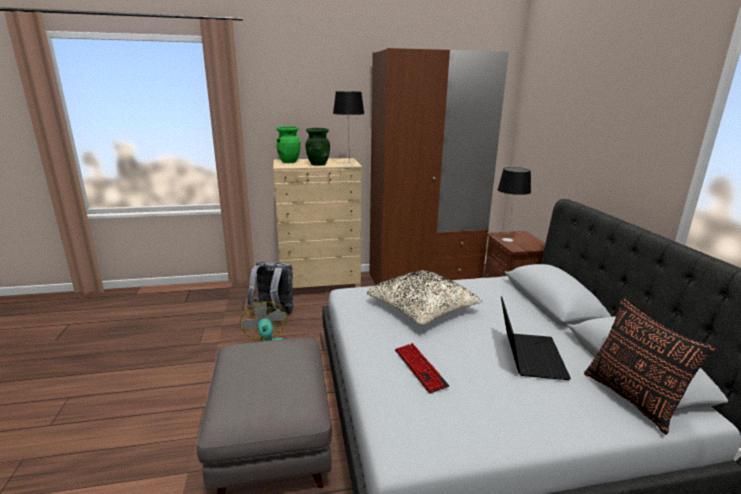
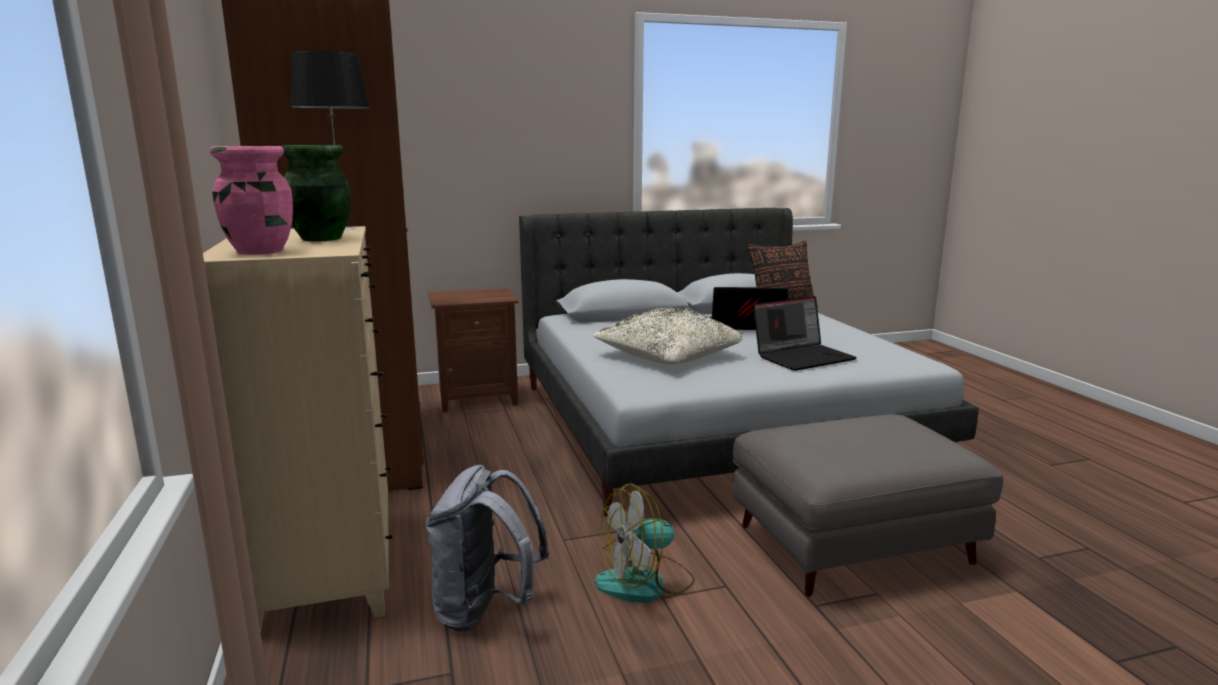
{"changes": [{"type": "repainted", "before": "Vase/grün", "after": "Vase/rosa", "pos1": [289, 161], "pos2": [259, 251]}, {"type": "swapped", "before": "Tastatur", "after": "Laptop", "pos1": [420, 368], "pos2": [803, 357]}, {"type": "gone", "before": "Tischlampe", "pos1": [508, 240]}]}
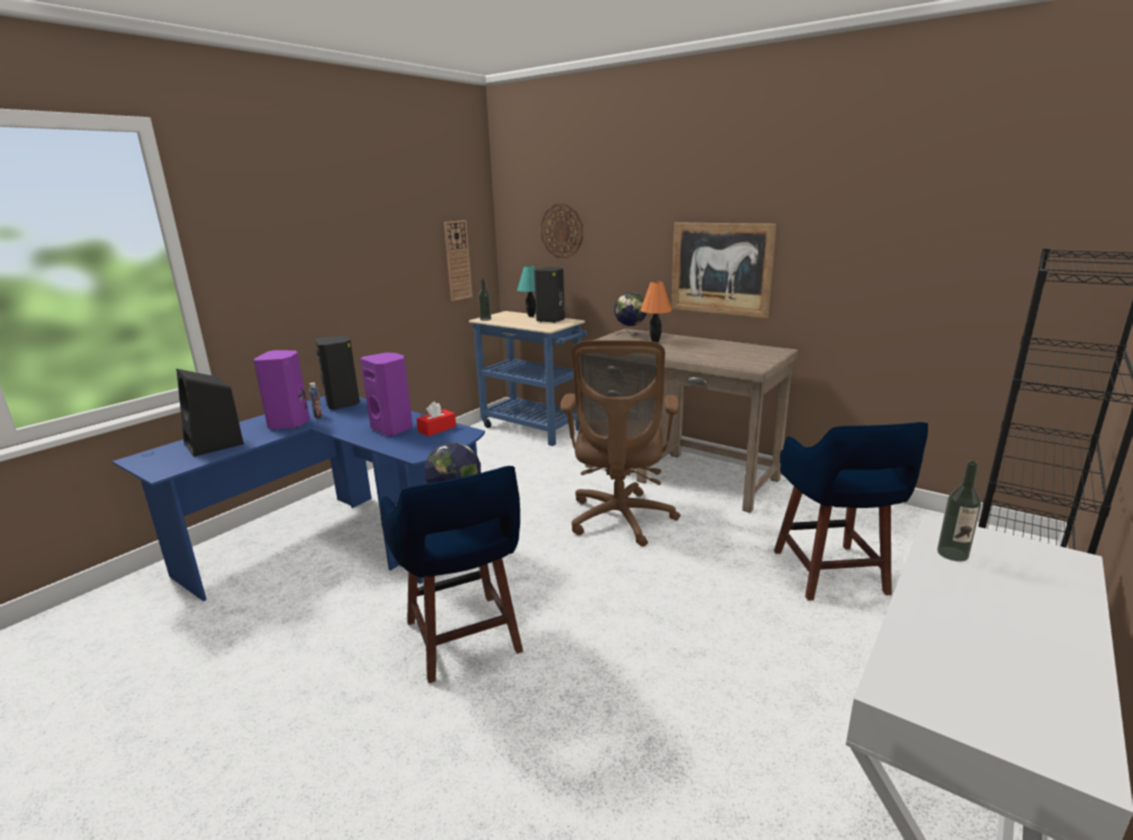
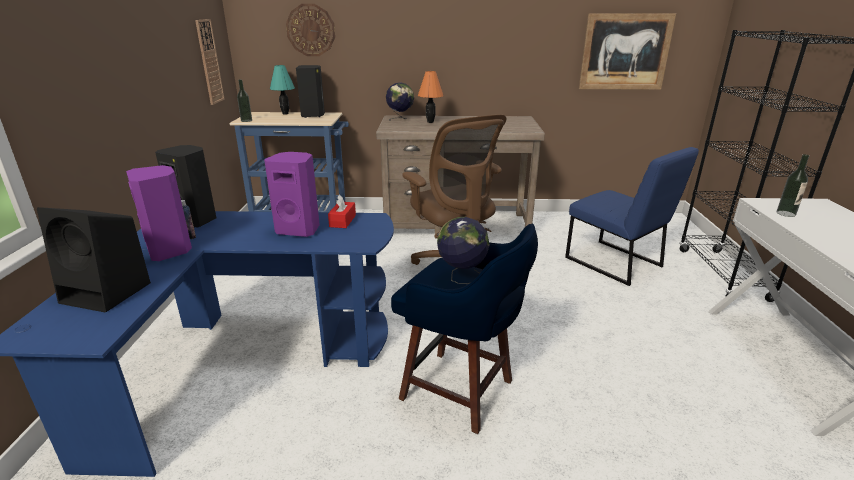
{"changes": [{"type": "shifted", "before": "Bild", "pos1": [721, 269], "pos2": [625, 52]}, {"type": "swapped", "before": "Hocker/blau", "after": "Stuhl/blau", "pos1": [831, 575], "pos2": [615, 263]}]}
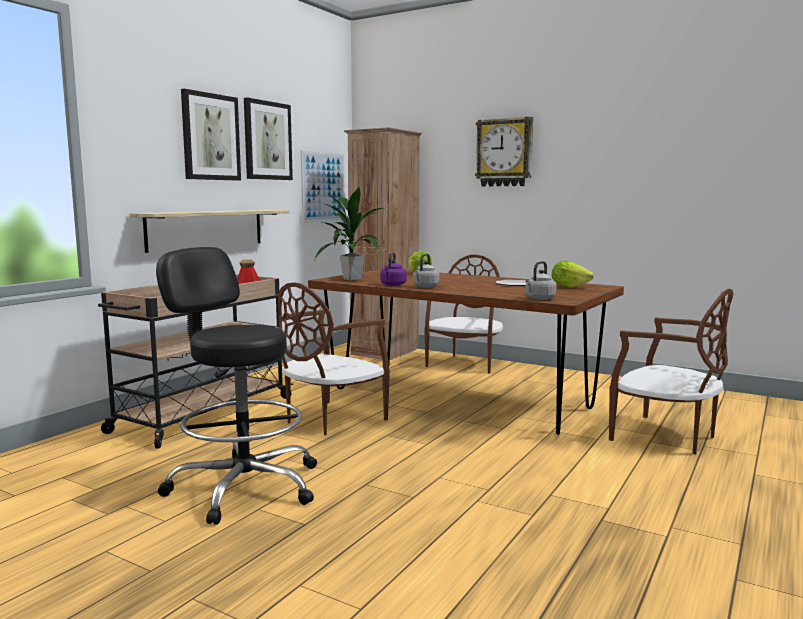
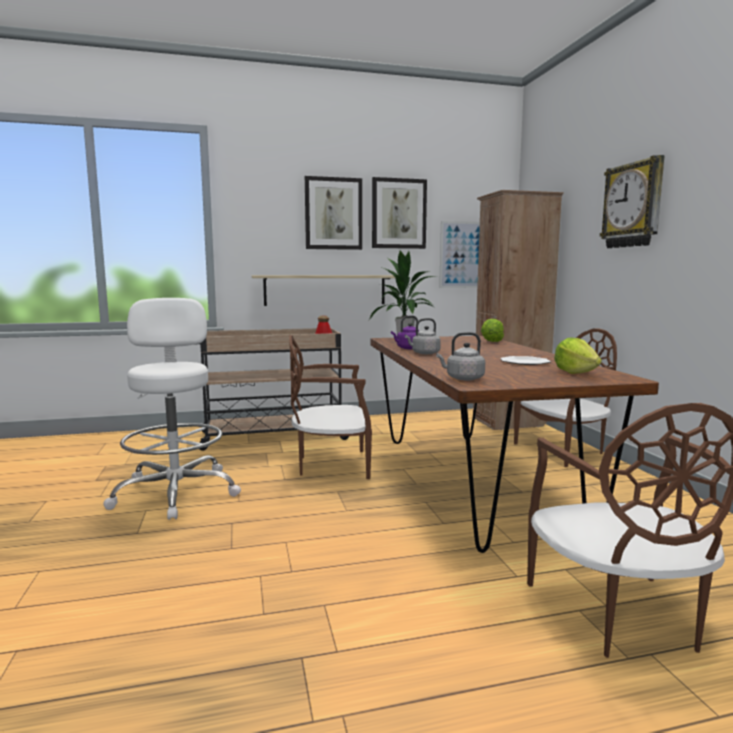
{"changes": [{"type": "repainted", "before": "Hocker/schwarz", "after": "Hocker/weiß", "pos1": [243, 486], "pos2": [176, 491]}]}
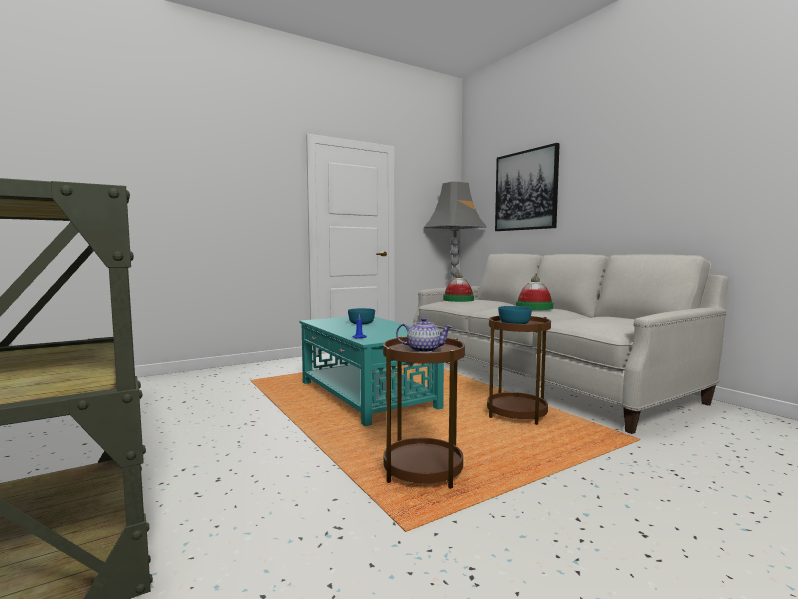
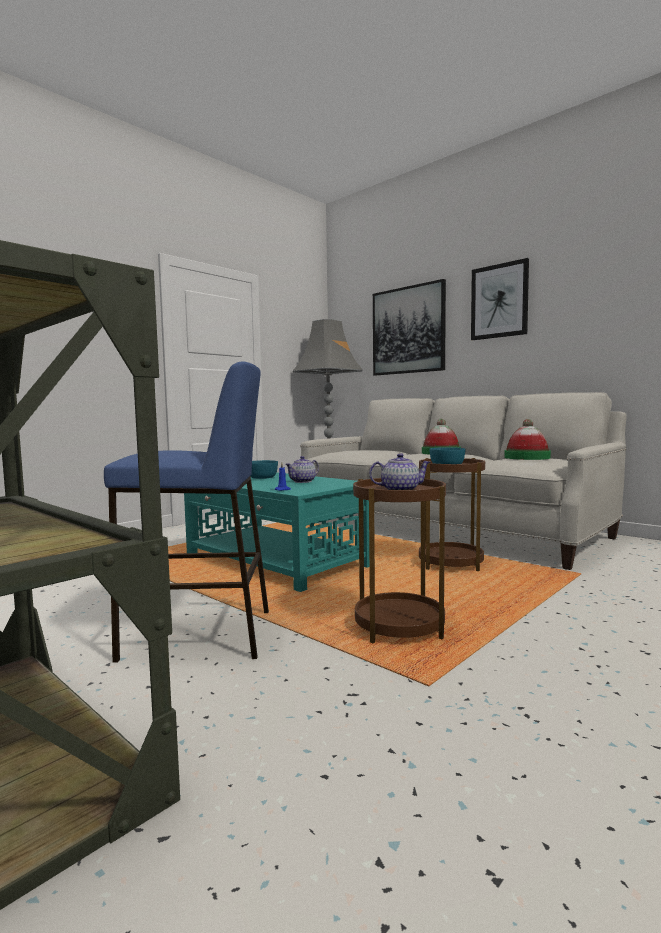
{"changes": [{"type": "shifted", "before": "Hut", "pos1": [458, 300], "pos2": [527, 457]}, {"type": "new", "after": "Hocker/blau", "pos2": [200, 635]}, {"type": "new", "after": "Teekanne", "pos2": [303, 481]}, {"type": "new", "after": "Bild", "pos2": [499, 301]}]}
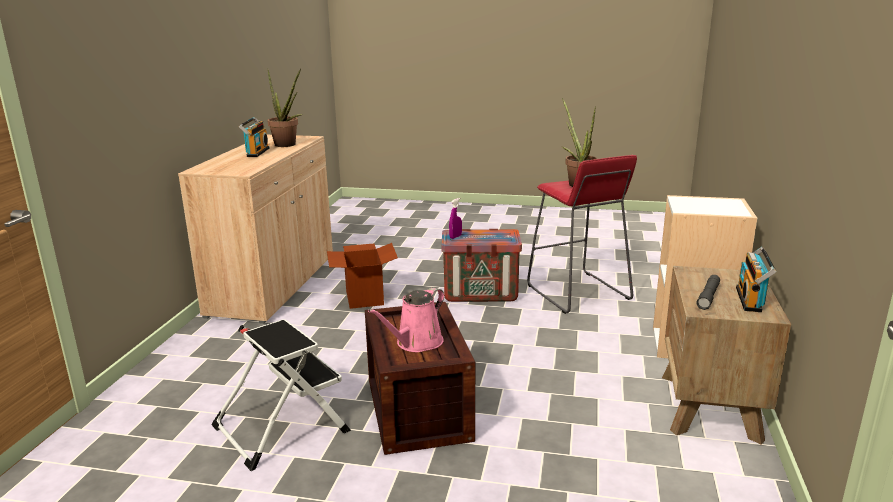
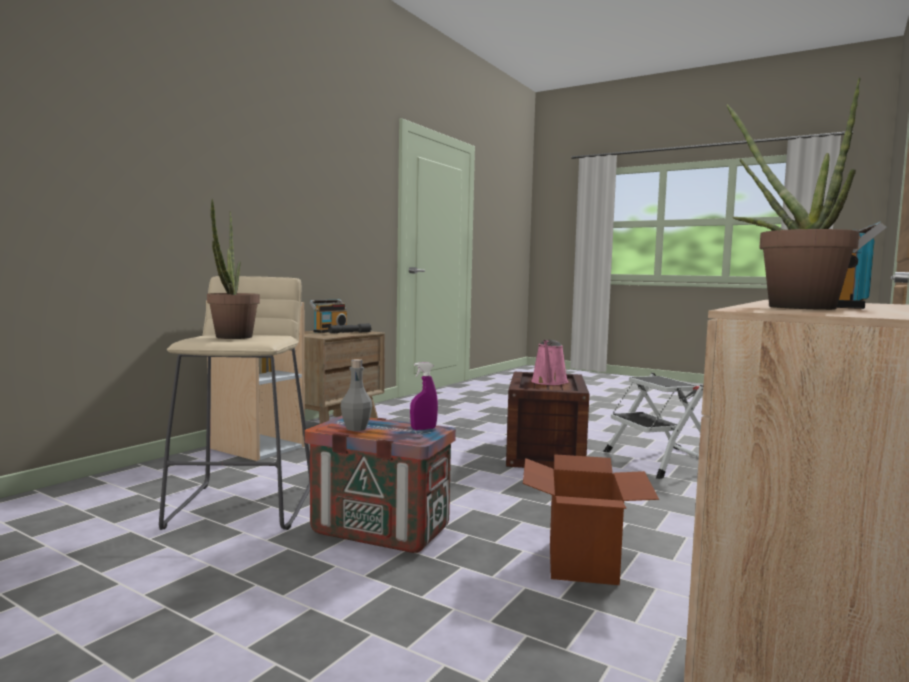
{"changes": [{"type": "rotated", "before": "Gießkanne/rosa", "pos1": [416, 343], "pos2": [549, 382], "turn": 135}, {"type": "repainted", "before": "Hocker/rot", "after": "Hocker/beige", "pos1": [577, 293], "pos2": [244, 505]}, {"type": "new", "after": "Flasche/grau", "pos2": [356, 428]}]}
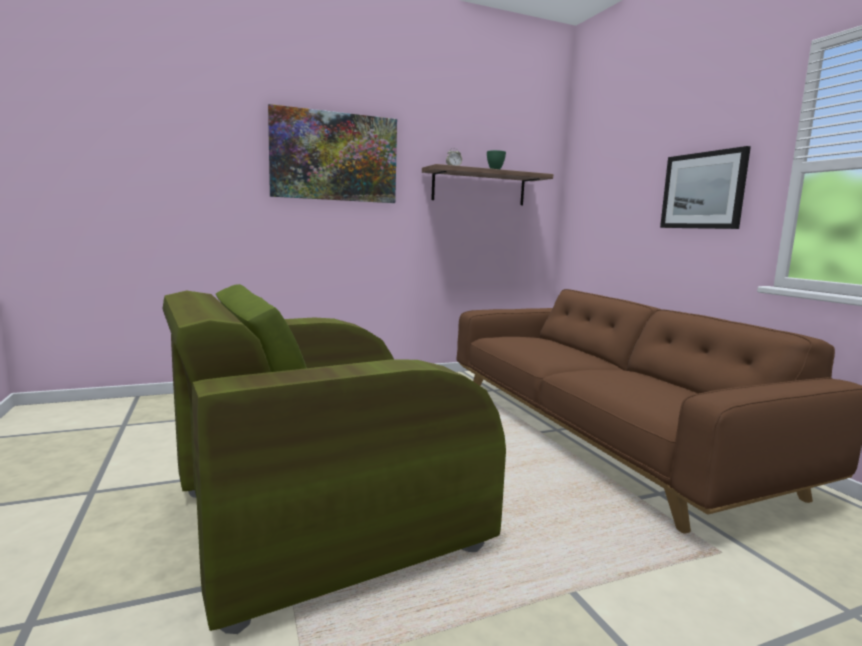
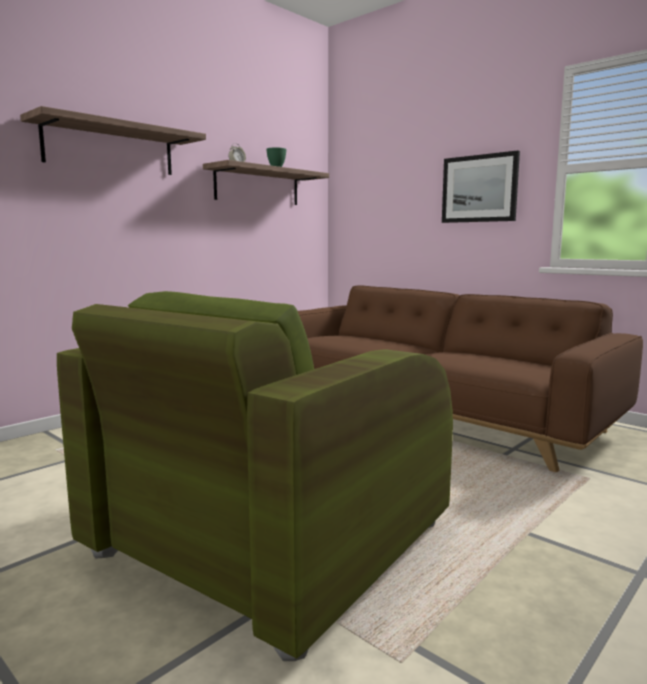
{"changes": [{"type": "swapped", "before": "Bild", "after": "Wandregal", "pos1": [334, 157], "pos2": [110, 148]}]}
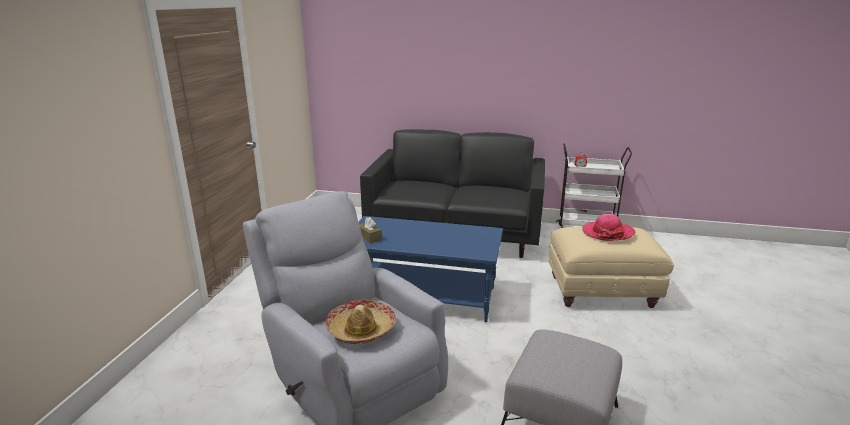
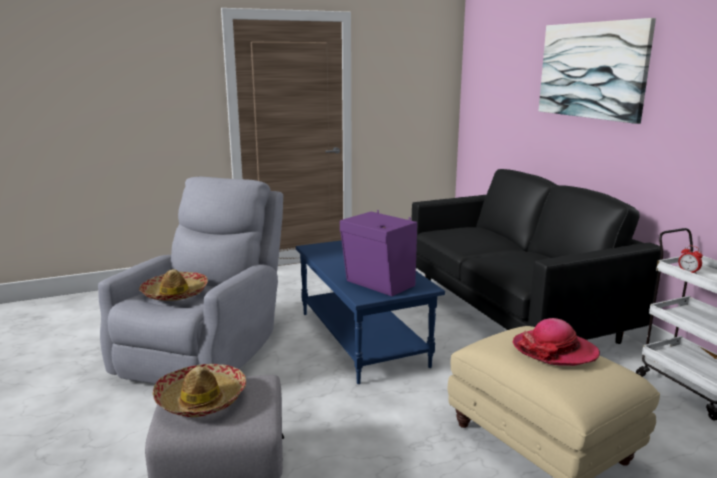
{"changes": [{"type": "gone", "before": "Taschentuchbox/braun", "pos1": [369, 237]}, {"type": "new", "after": "Hut", "pos2": [201, 399]}, {"type": "new", "after": "Lautsprecher/lila", "pos2": [379, 284]}, {"type": "new", "after": "Bild", "pos2": [592, 70]}]}
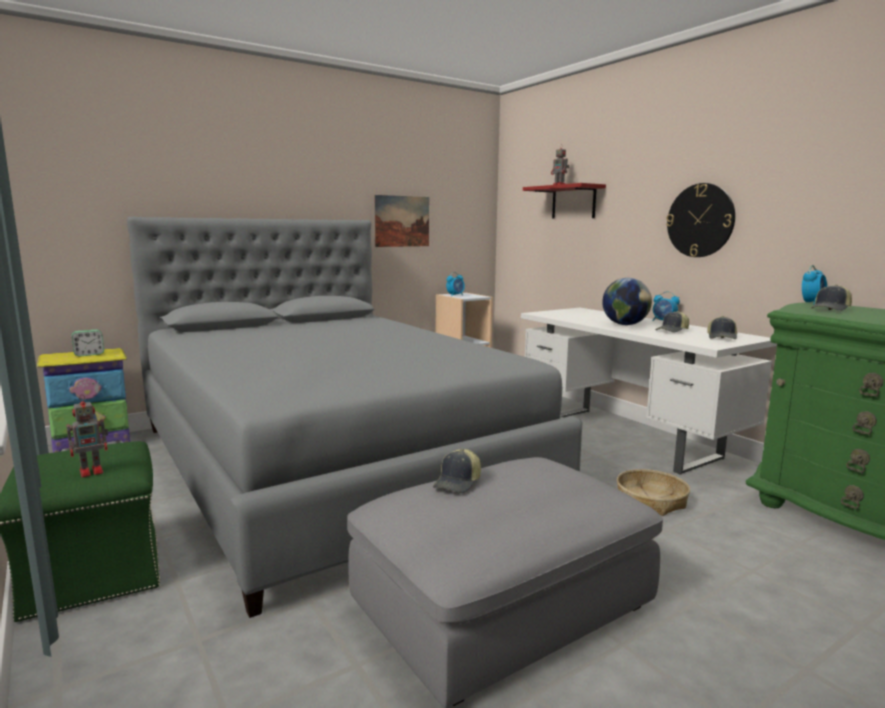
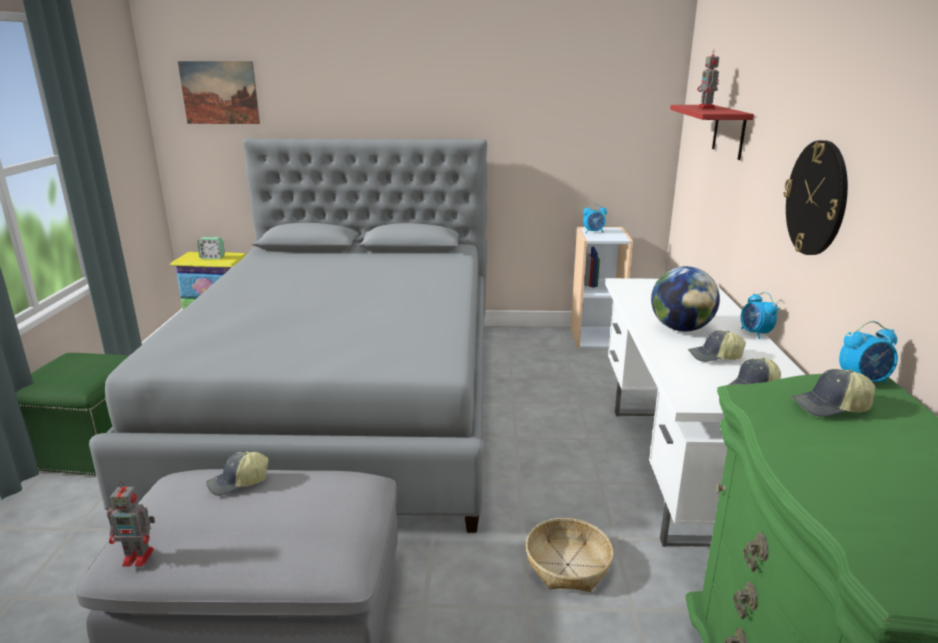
{"changes": [{"type": "shifted", "before": "Spielzeugroboter", "pos1": [93, 471], "pos2": [140, 557]}, {"type": "shifted", "before": "Bild", "pos1": [402, 221], "pos2": [219, 93]}]}
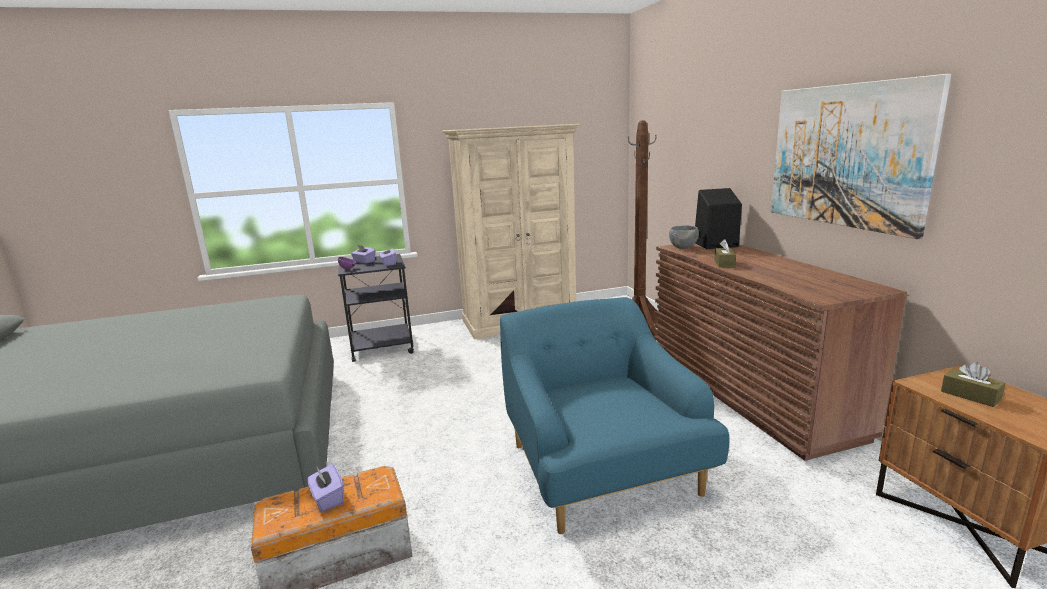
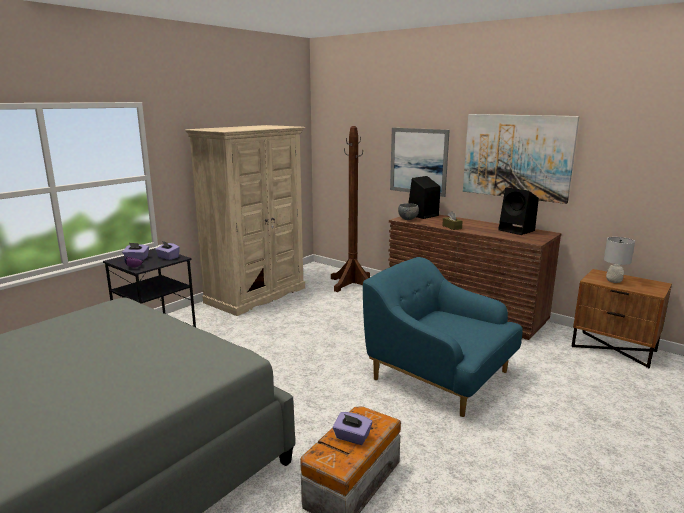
{"changes": [{"type": "swapped", "before": "Taschentuchbox/braun", "after": "Tischlampe/grau", "pos1": [970, 395], "pos2": [614, 281]}, {"type": "new", "after": "Bild", "pos2": [418, 161]}, {"type": "new", "after": "Lautsprecher/schwarz", "pos2": [517, 230]}]}
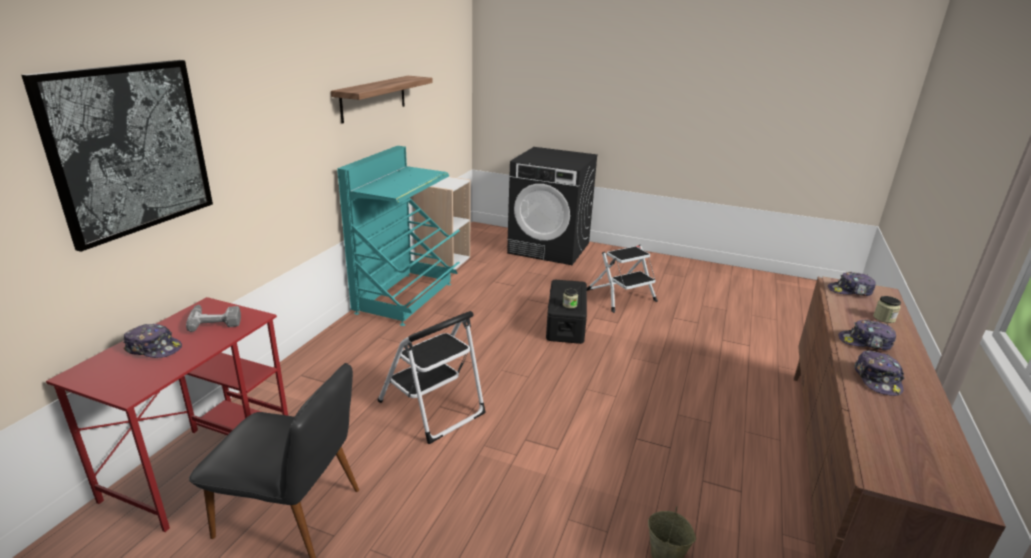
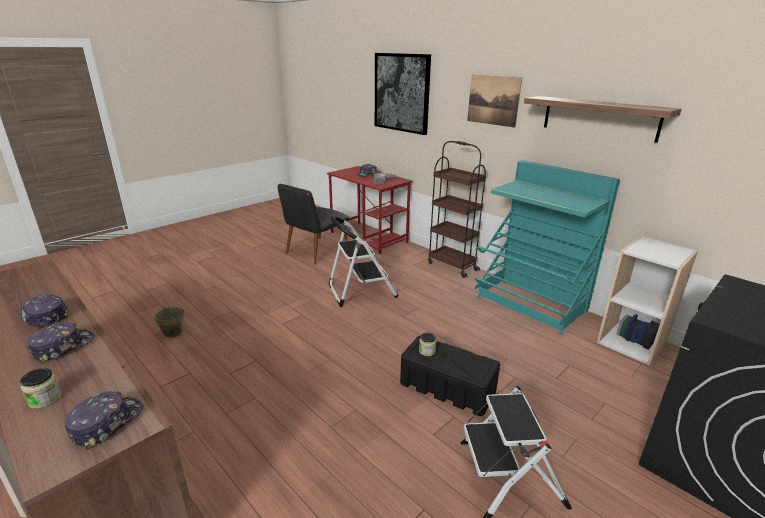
{"changes": [{"type": "new", "after": "Rollwagen/braun", "pos2": [452, 266]}, {"type": "new", "after": "Bild", "pos2": [493, 100]}]}
